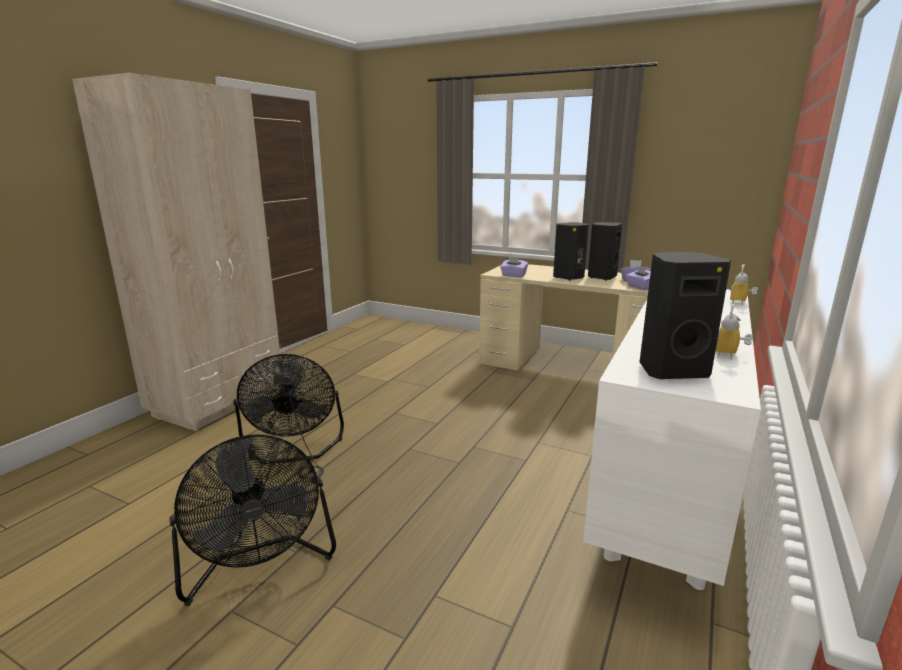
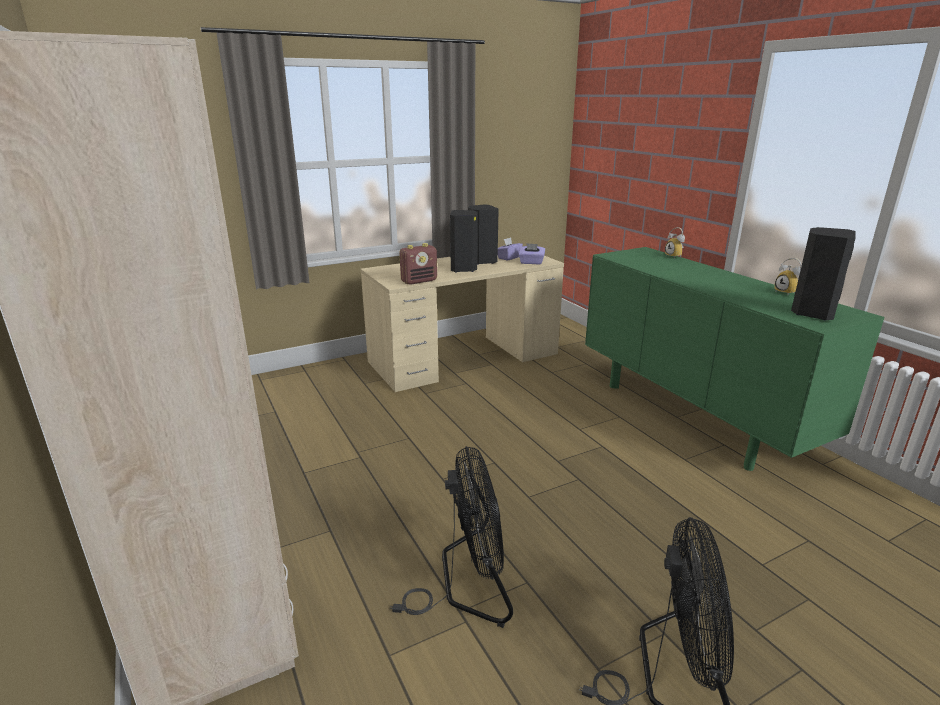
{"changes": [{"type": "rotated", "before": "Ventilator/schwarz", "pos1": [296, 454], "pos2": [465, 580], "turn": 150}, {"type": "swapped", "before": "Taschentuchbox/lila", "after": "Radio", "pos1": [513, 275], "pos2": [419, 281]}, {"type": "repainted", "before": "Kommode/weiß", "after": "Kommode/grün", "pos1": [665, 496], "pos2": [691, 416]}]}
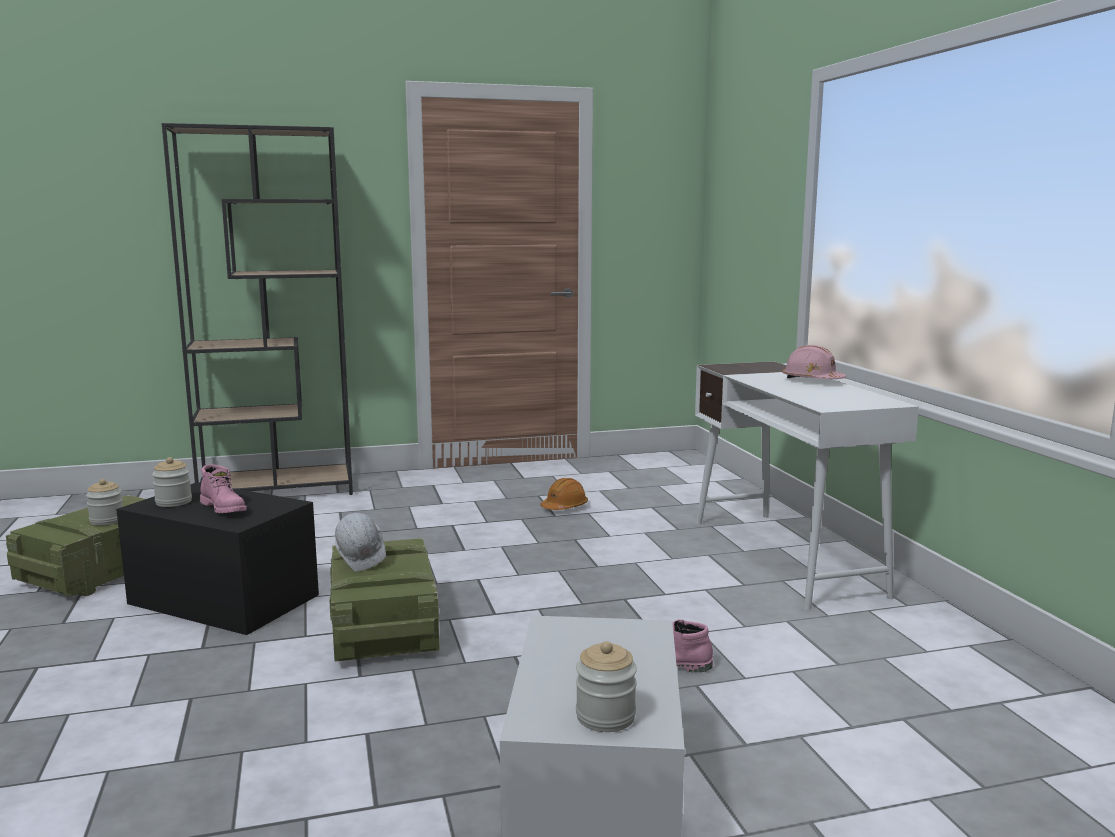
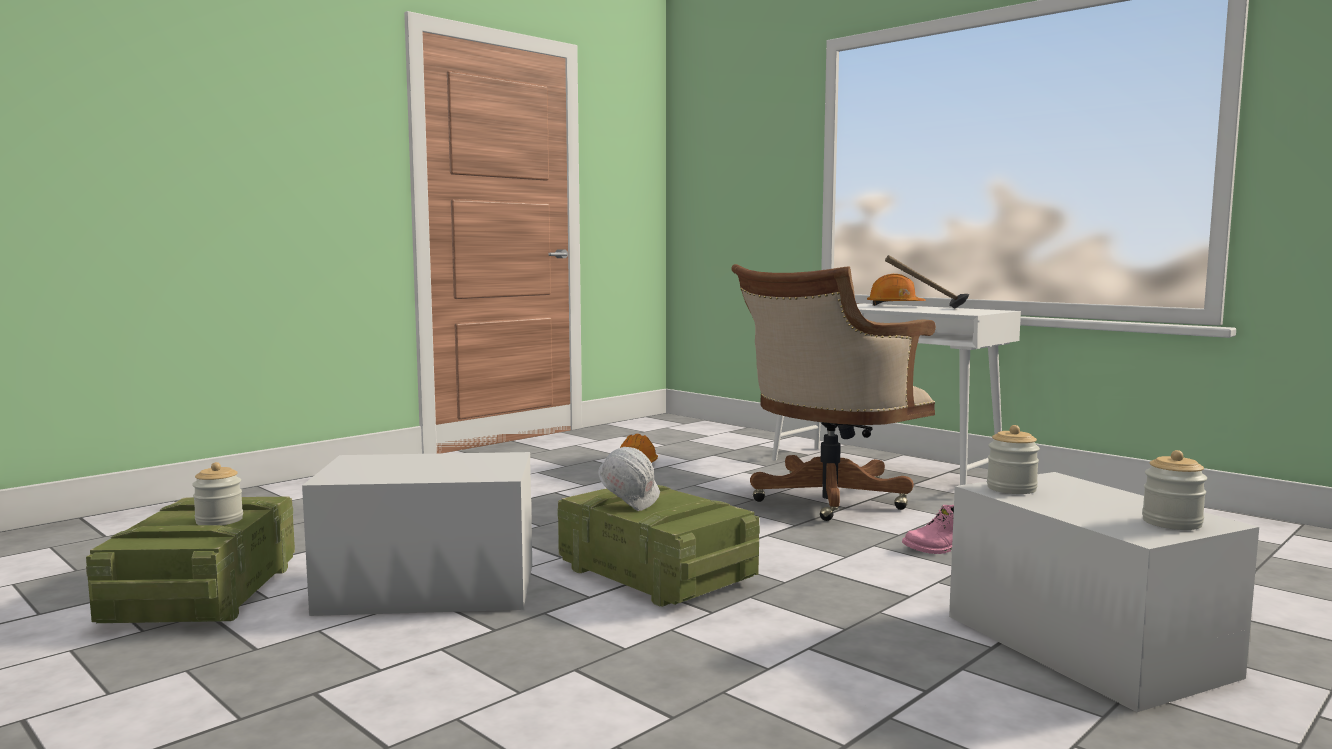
{"changes": [{"type": "repainted", "before": "Aufbewahrungsbox/schwarz", "after": "Aufbewahrungsbox/weiß", "pos1": [223, 599], "pos2": [428, 588]}, {"type": "shifted", "before": "Vorratsglas", "pos1": [173, 502], "pos2": [1011, 488]}, {"type": "gone", "before": "Bücherregal", "pos1": [278, 490]}, {"type": "gone", "before": "Stiefel/rosa", "pos1": [224, 508]}, {"type": "repainted", "before": "Schutzhelm/rosa", "after": "Schutzhelm/orange", "pos1": [812, 380], "pos2": [894, 306]}, {"type": "new", "after": "Bürostuhl", "pos2": [825, 501]}, {"type": "new", "after": "Hammer", "pos2": [928, 309]}]}
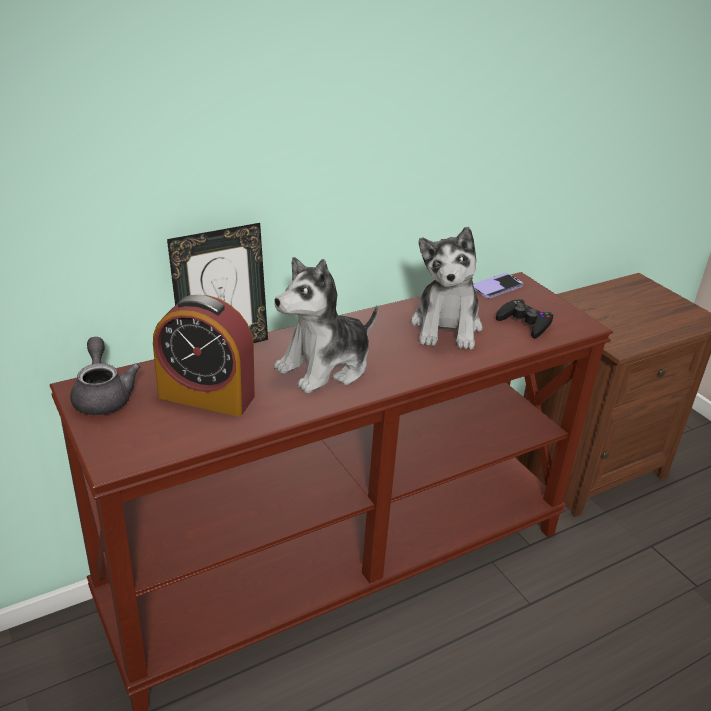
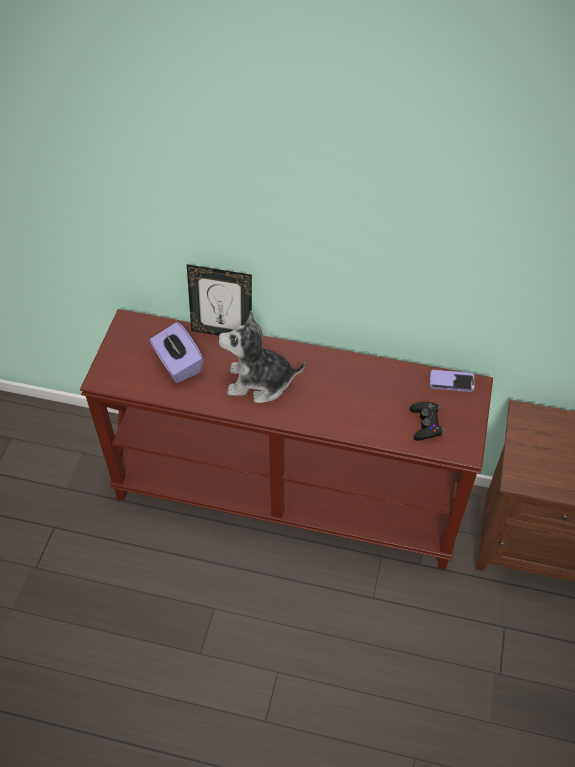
{"changes": [{"type": "gone", "before": "Teekanne/grau", "pos1": [103, 396]}, {"type": "swapped", "before": "Wecker", "after": "Taschentuchbox/lila", "pos1": [206, 396], "pos2": [178, 364]}, {"type": "gone", "before": "Plüschtier", "pos1": [446, 327]}]}
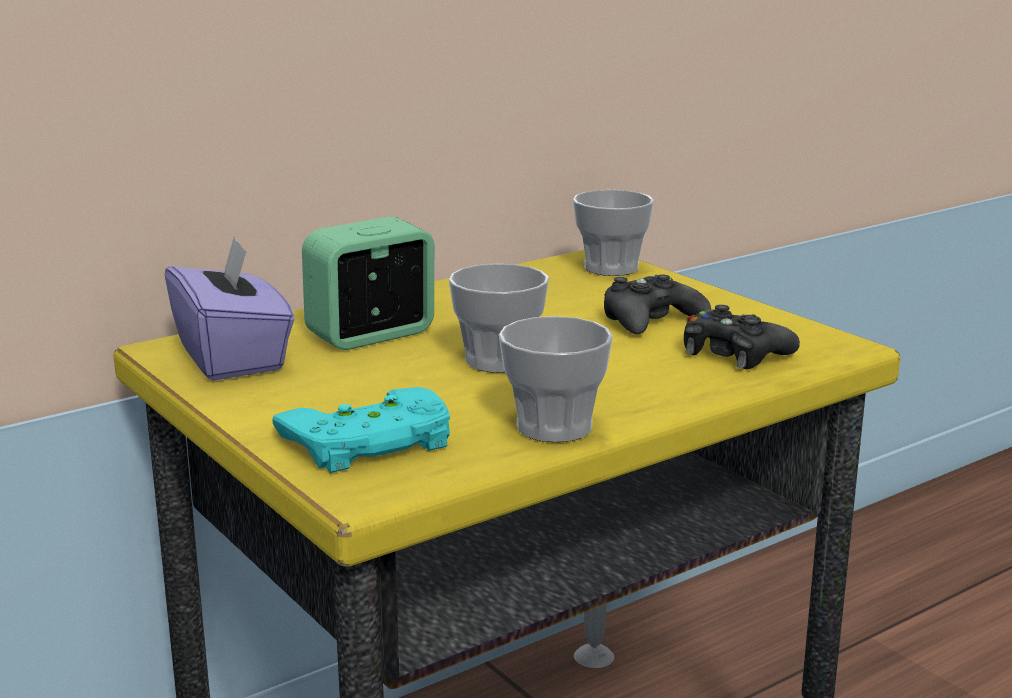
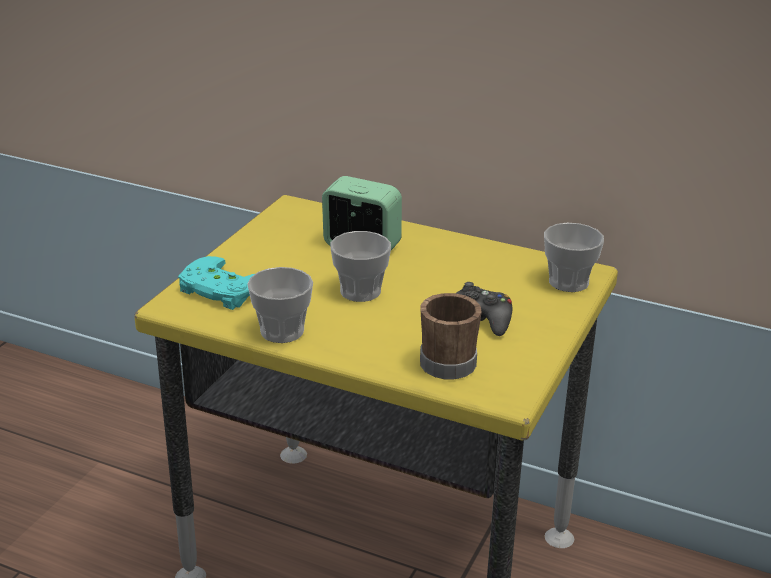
{"changes": [{"type": "gone", "before": "Taschentuchbox/lila", "pos1": [233, 357]}, {"type": "swapped", "before": "Gamepad/schwarz", "after": "Henkelbecher/braun", "pos1": [734, 353], "pos2": [449, 360]}]}
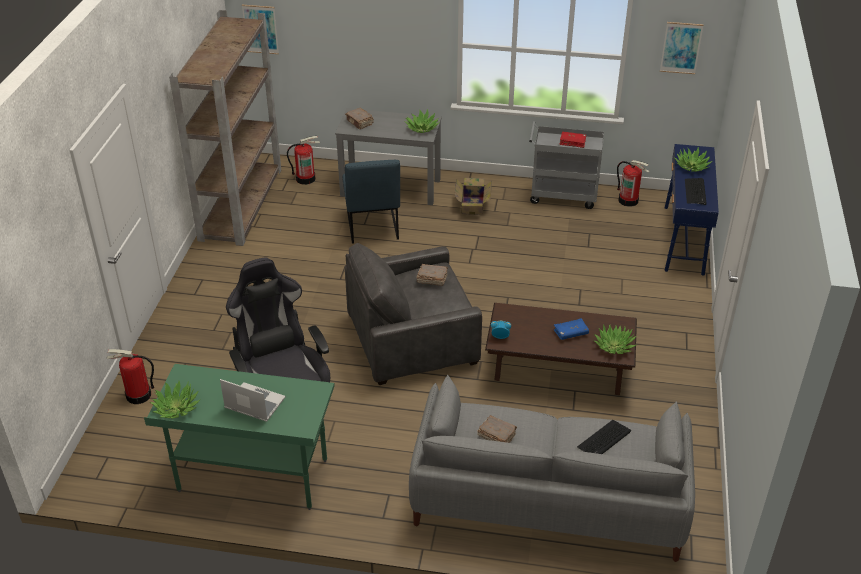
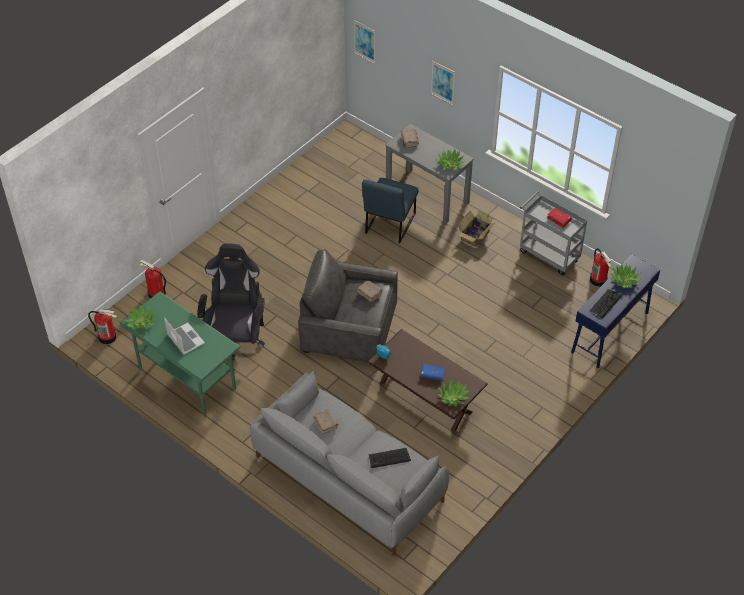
{"changes": [{"type": "gone", "before": "Bücherregal/braun", "pos1": [241, 204]}, {"type": "shifted", "before": "Feuerlöscher", "pos1": [306, 179], "pos2": [107, 337]}, {"type": "shifted", "before": "Bild", "pos1": [681, 48], "pos2": [443, 82]}]}
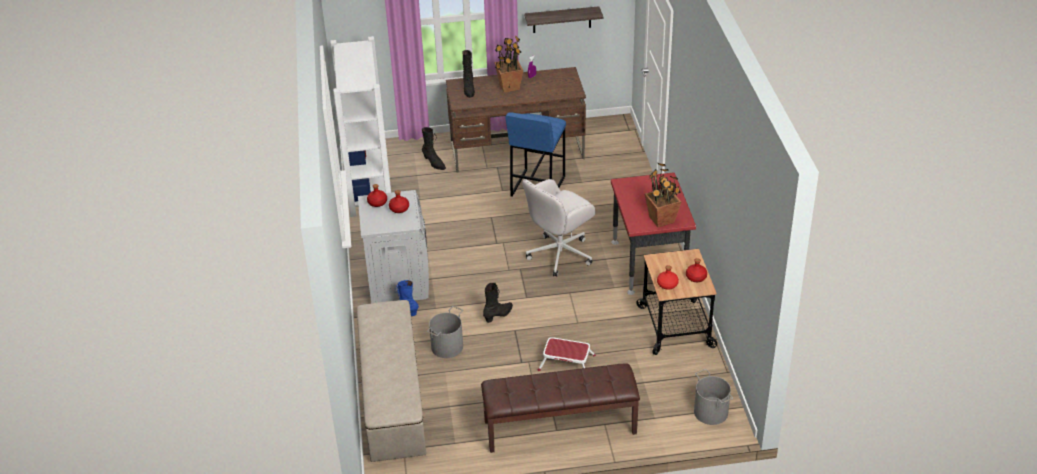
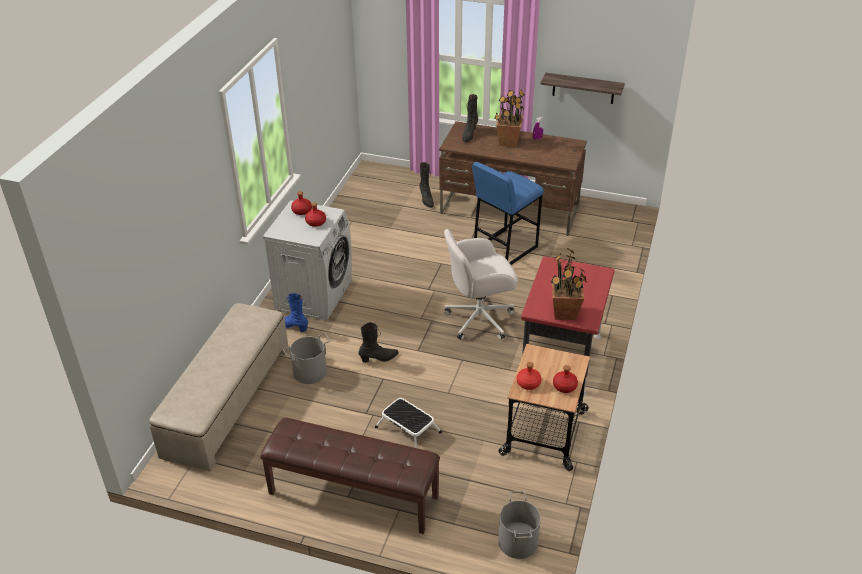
{"changes": [{"type": "gone", "before": "Bücherregal/weiß", "pos1": [369, 186]}, {"type": "repainted", "before": "Trittleiter/rot", "after": "Trittleiter/schwarz", "pos1": [566, 363], "pos2": [408, 430]}]}
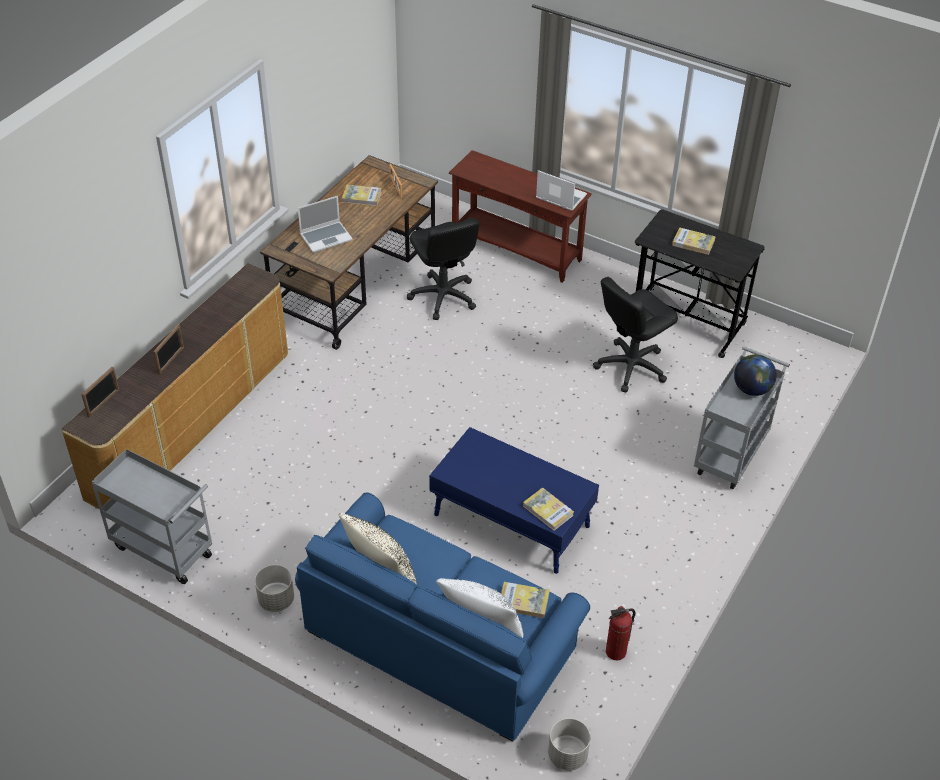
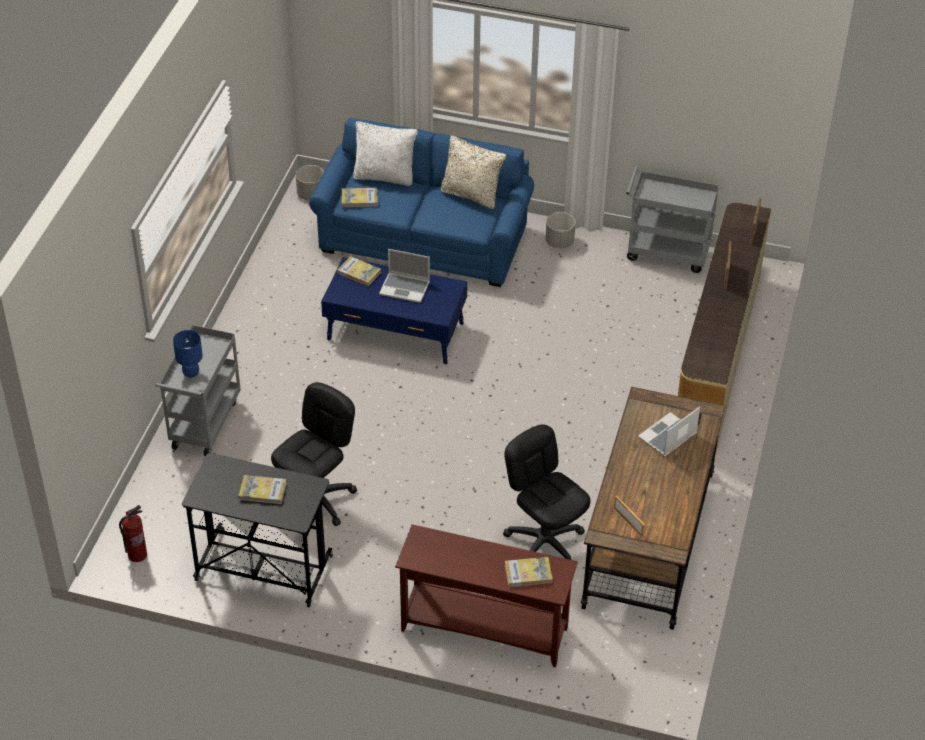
{"changes": [{"type": "shifted", "before": "Buch", "pos1": [361, 197], "pos2": [528, 573]}, {"type": "shifted", "before": "Laptop", "pos1": [560, 197], "pos2": [405, 288]}, {"type": "shifted", "before": "Feuerlöscher", "pos1": [616, 652], "pos2": [137, 554]}, {"type": "swapped", "before": "Globus", "after": "Tischlampe/blau", "pos1": [751, 389], "pos2": [191, 374]}]}
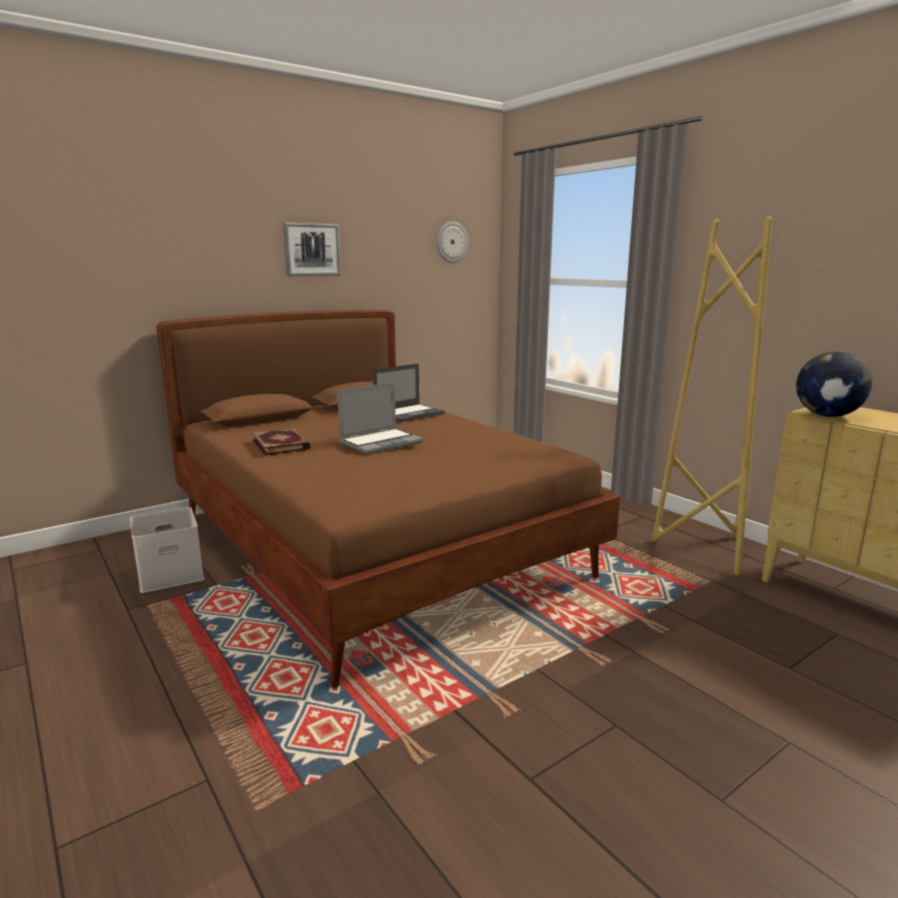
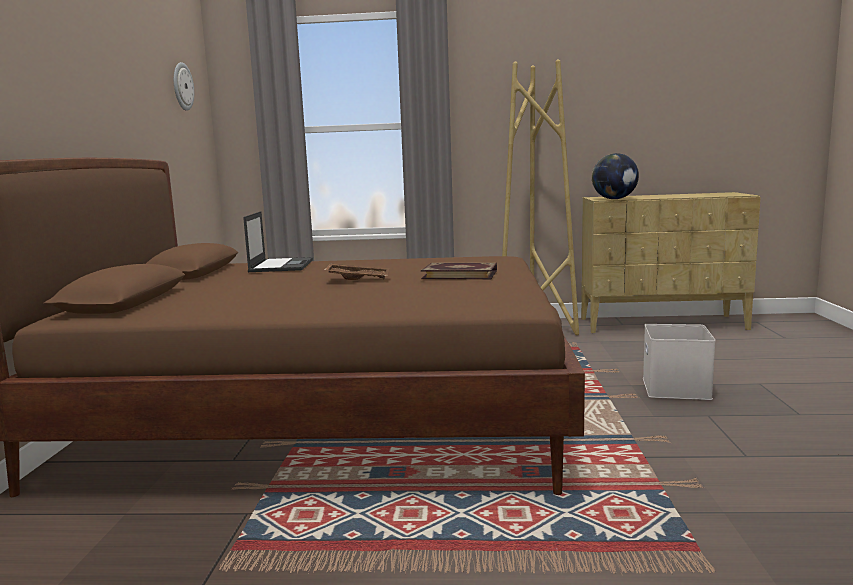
{"changes": [{"type": "shifted", "before": "Aufbewahrungsbox/weiß", "pos1": [169, 575], "pos2": [677, 388]}, {"type": "shifted", "before": "Buch", "pos1": [281, 444], "pos2": [460, 274]}, {"type": "gone", "before": "Bild", "pos1": [312, 249]}, {"type": "swapped", "before": "Laptop", "after": "Tablett/braun", "pos1": [381, 442], "pos2": [358, 278]}]}
